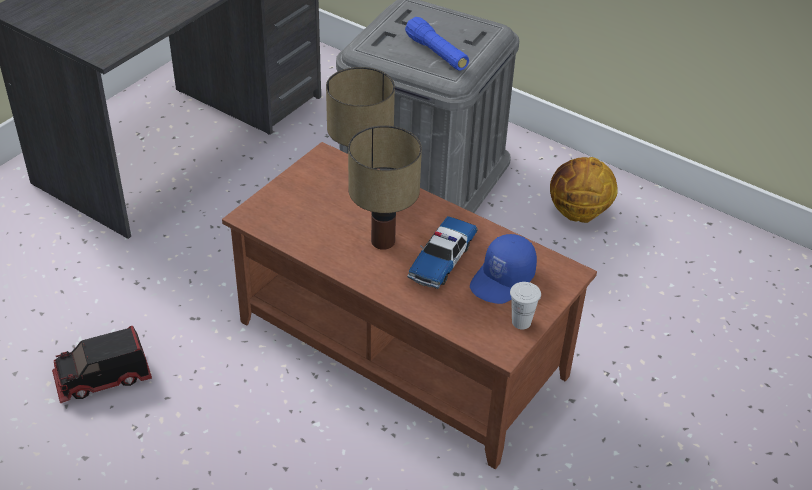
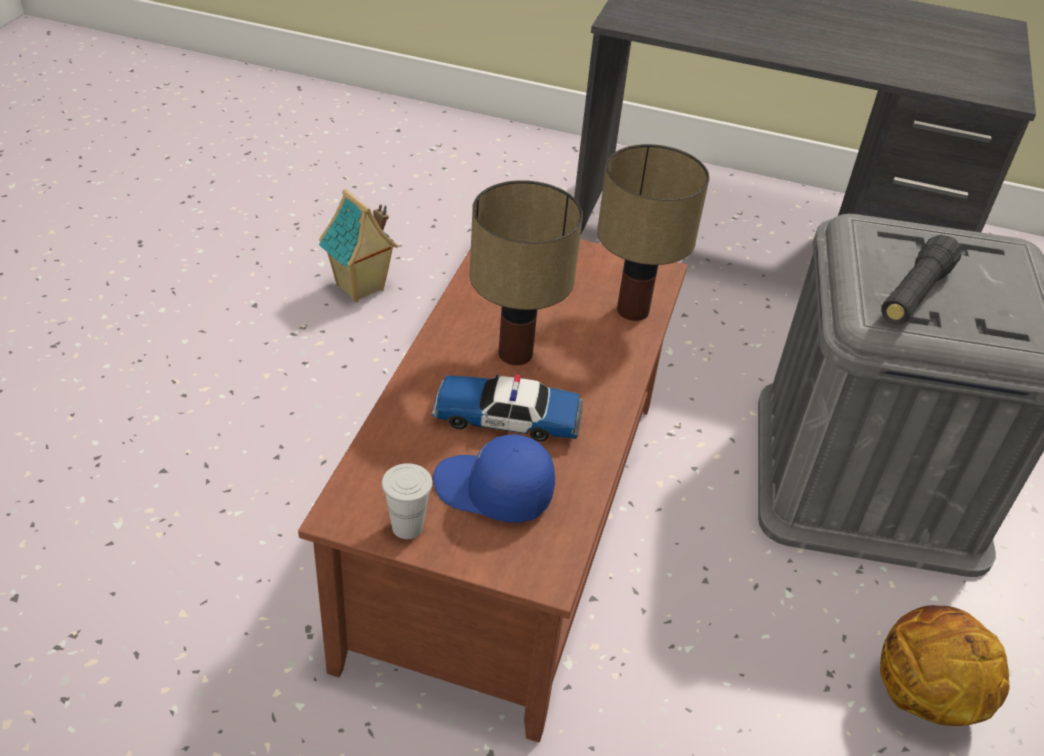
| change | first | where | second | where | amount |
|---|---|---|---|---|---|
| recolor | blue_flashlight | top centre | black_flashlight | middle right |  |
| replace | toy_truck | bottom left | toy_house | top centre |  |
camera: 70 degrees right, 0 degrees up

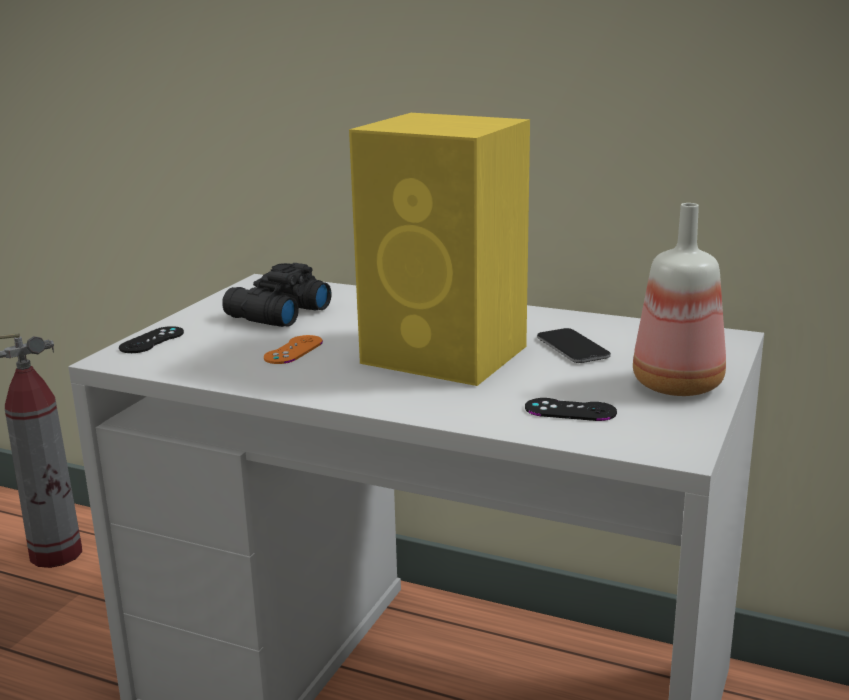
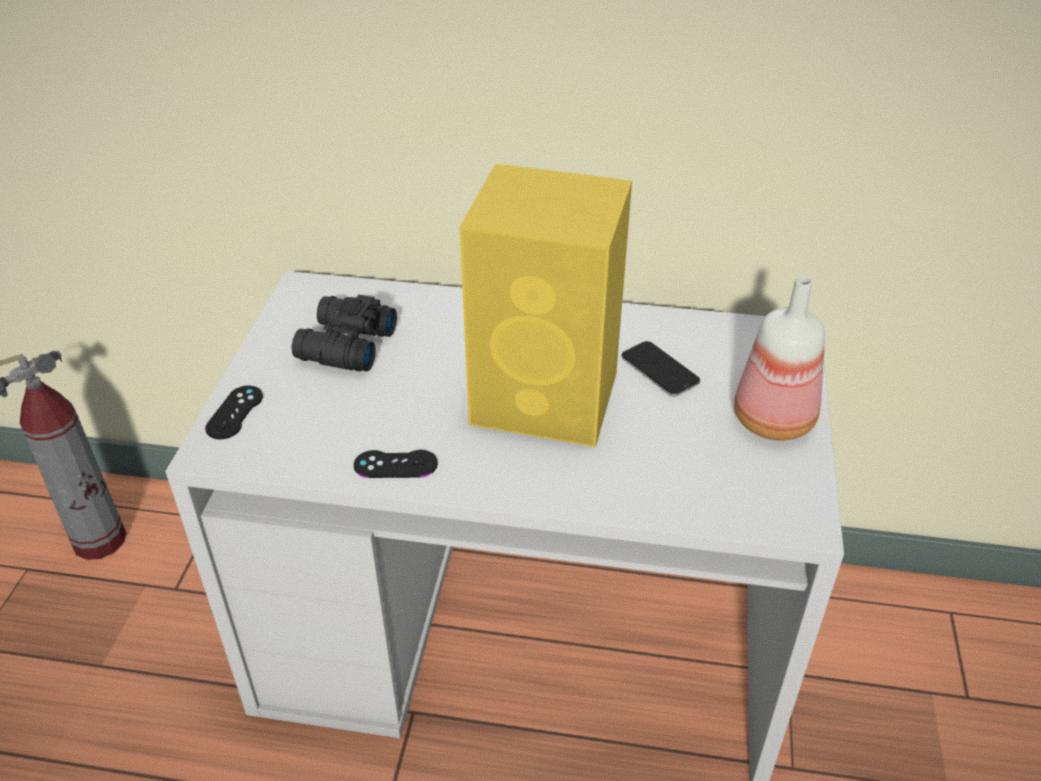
| change | first | where | second | where | amount |
|---|---|---|---|---|---|
| delete | orange_game_controller | centre |  |  |  |
| move | black_game_controller (2nd from left) | middle right |  | centre |  |
camera: 15 degrees left, 20 degrees up

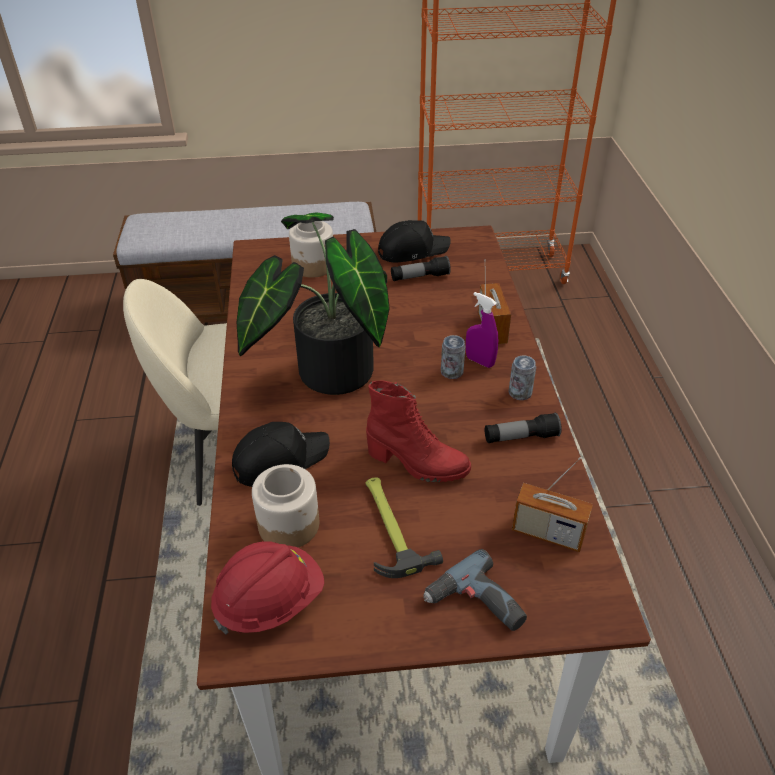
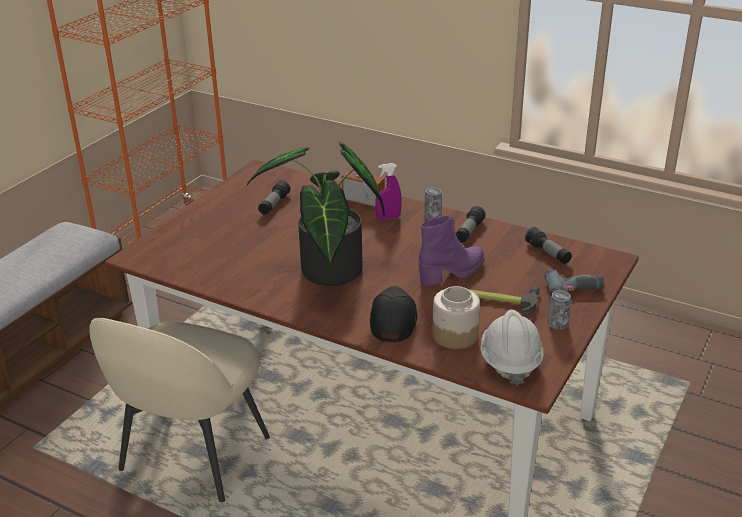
| change | first | where | second | where | amount |
|---|---|---|---|---|---|
| delete | black_cap (2nd from left) | top centre |  |  |  |
| delete | jar (2nd from left) | top centre |  |  |  |
| move | can (1st from left in the first image) | centre | can (2nd from left) | middle right |  |
| recolor | red_boot | centre | purple_boot | centre |  |
| replace | radio (2nd from left) | middle right | flashlight (3rd from left) | middle right |  |
| recolor | red_hard_hat | bottom centre | white_hard_hat | bottom right |  |
camera: 55 degrees left, 10 degrees down

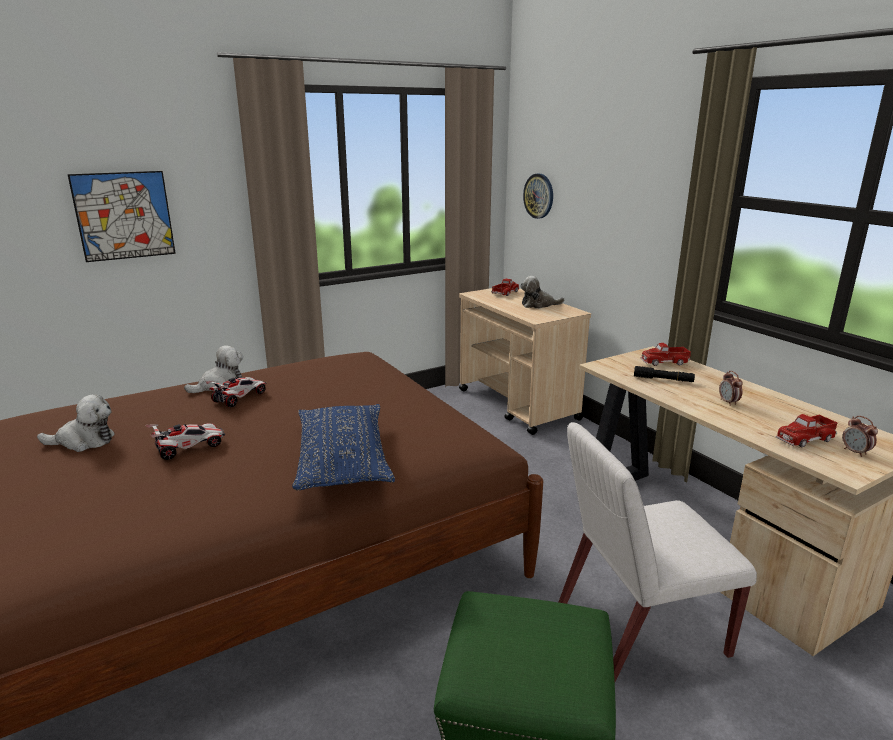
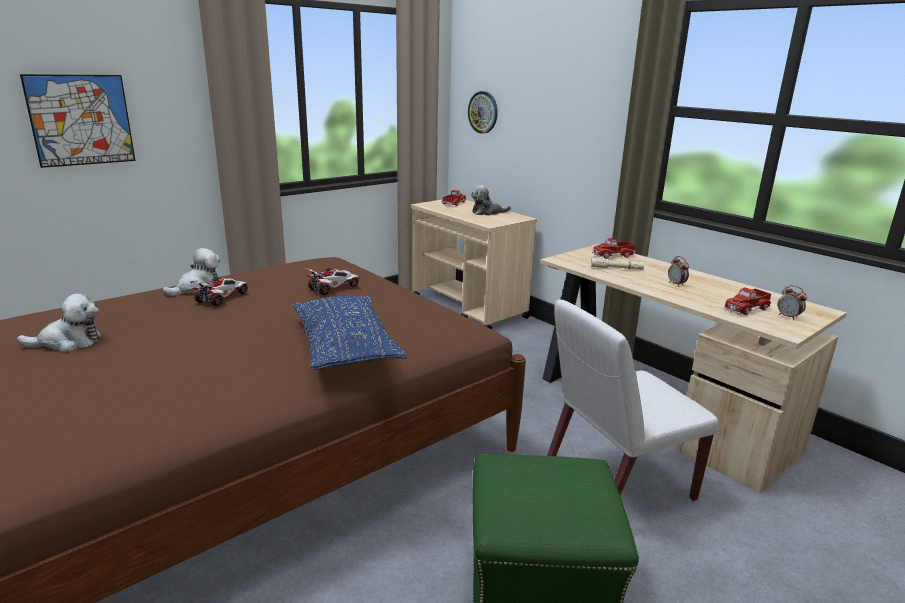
| change | first | where | second | where | amount |
|---|---|---|---|---|---|
| recolor | black_flashlight | middle right | beige_flashlight | middle right |  |
| move | toy_car (1st from left in the first image) | middle left | toy_car (2nd from left) | centre |  |
camera: 10 degrees left, 0 degrees up

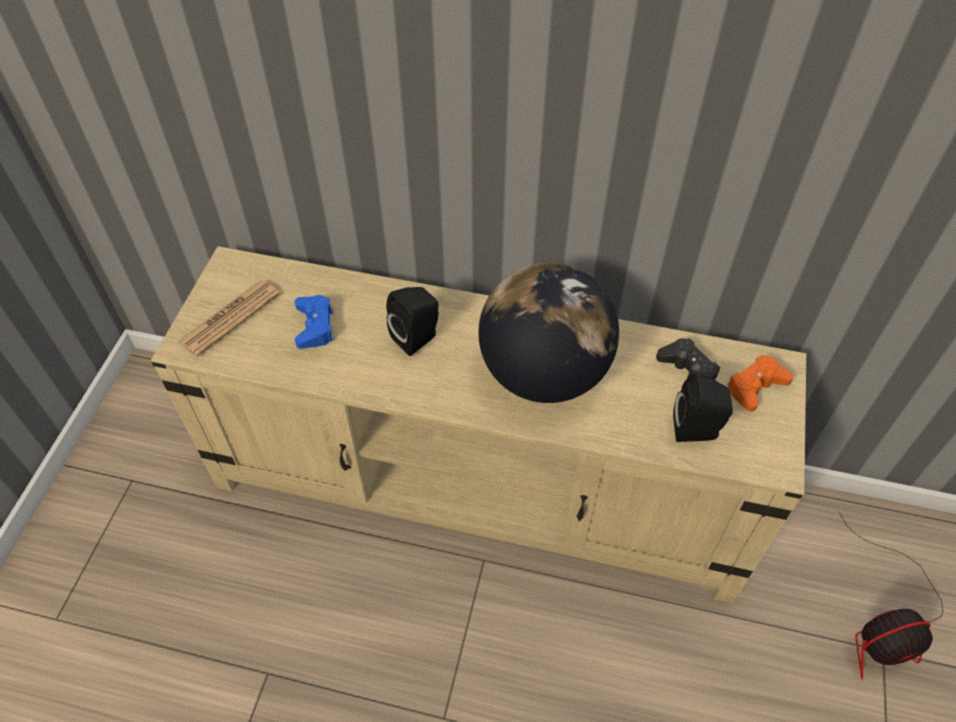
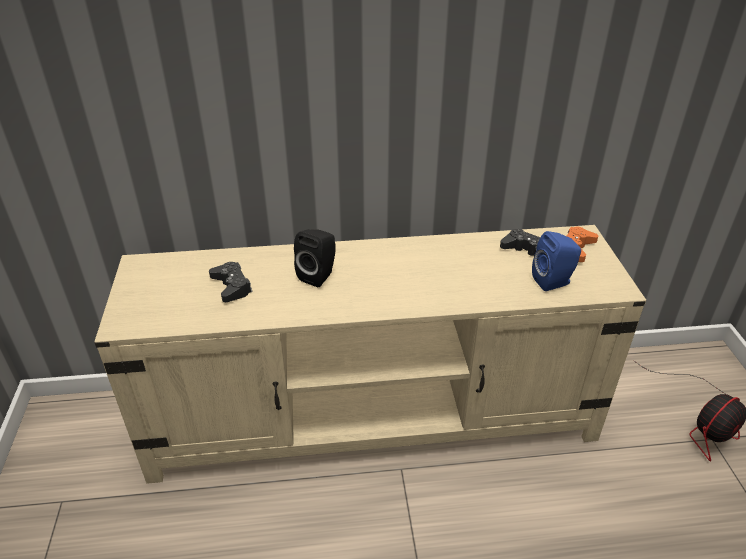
| change | first | where | second | where | amount |
|---|---|---|---|---|---|
| delete | globe | centre |  |  |  |
| delete | newspaper | middle left |  |  |  |
| recolor | blue_game_controller | middle left | black_game_controller (1st from left) | middle left |  |
| recolor | black_speaker (2nd from left) | middle right | blue_speaker | middle right |  |
camera: 20 degrees left, 15 degrees down

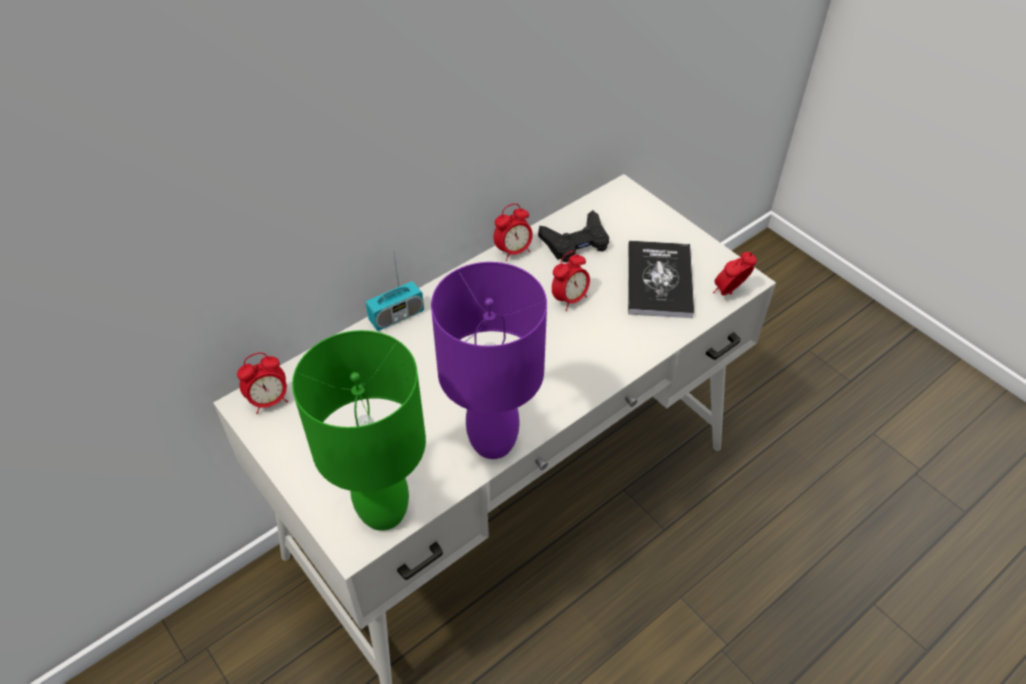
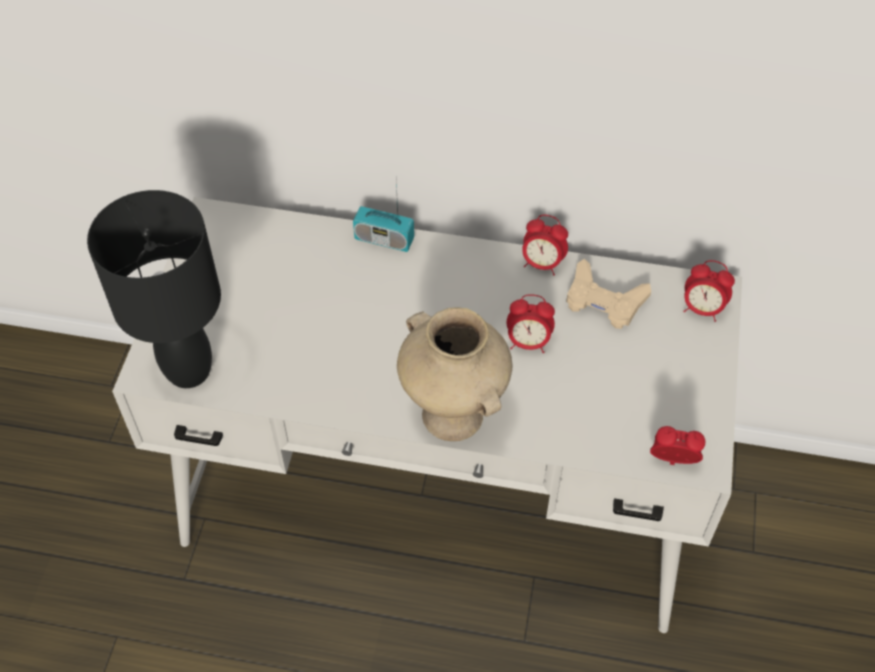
| change | first | where | second | where | amount |
|---|---|---|---|---|---|
| recolor | black_game_controller | centre | beige_game_controller | middle right |  |
| delete | book | centre |  |  |  |
| delete | purple_table_lamp | centre |  |  |  |
| recolor | green_table_lamp | centre | black_table_lamp | middle left |  |
| move | alarm_clock (1st from left in the first image) | middle left | alarm_clock (4th from left) | middle right |  |
| insert |  |  | beige_vase | centre |  |
camera: 50 degrees right, 5 degrees up

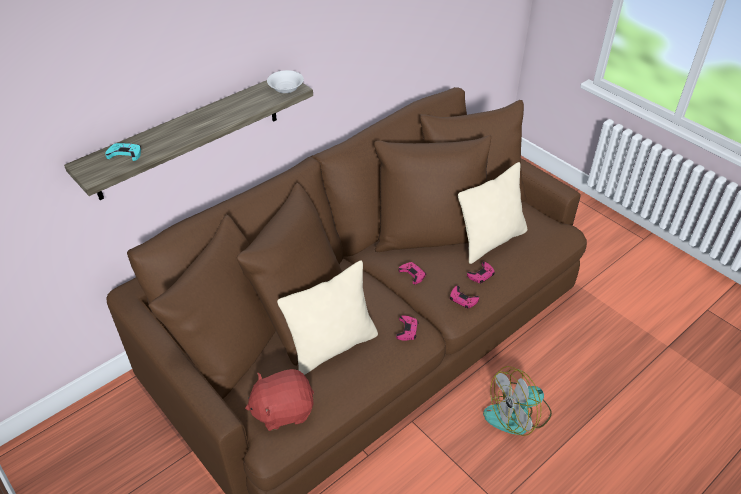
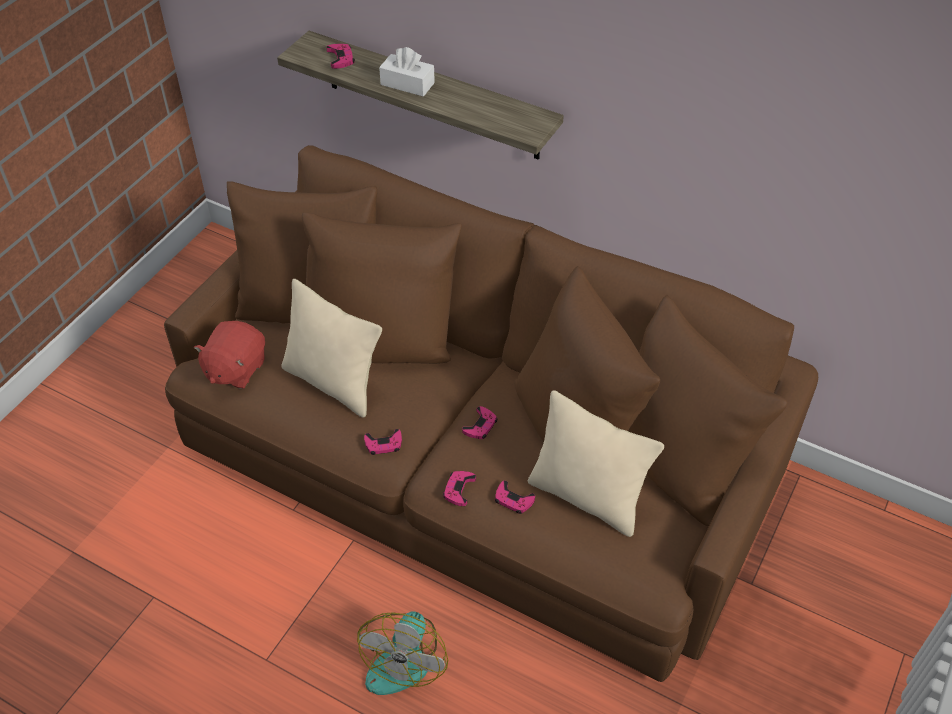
| change | first | where | second | where | amount |
|---|---|---|---|---|---|
| delete | white_bowl | top centre |  |  |  |
| recolor | turquoise_game_controller | top left | pink_game_controller (1st from left) | top centre |  |
| rotate | fan | bottom right |  | bottom centre | 120 degrees counterclockwise |
| rotate | red_plush_toy | bottom centre |  | middle left | 120 degrees counterclockwise |
| insert |  |  | white_tissue_box | top centre |  |
camera: 70 degrees right, 5 degrees up

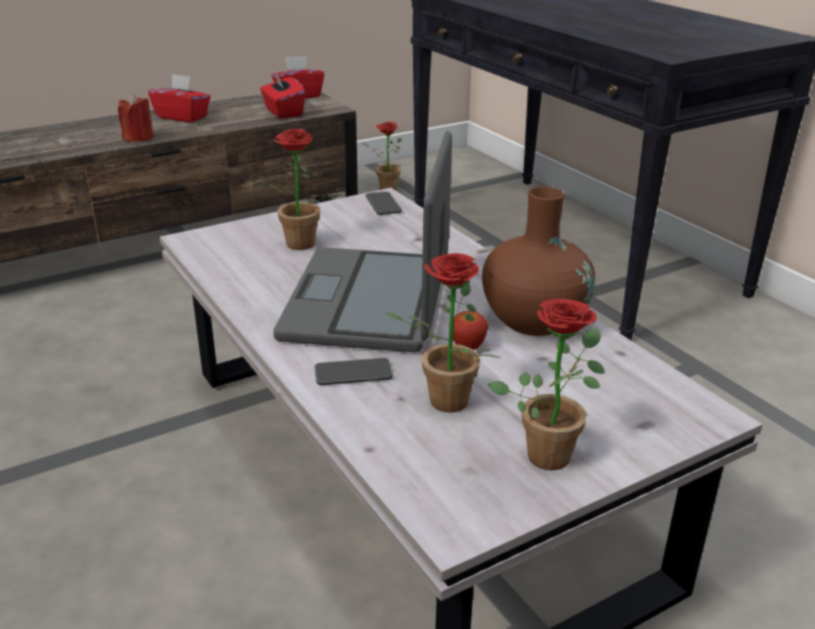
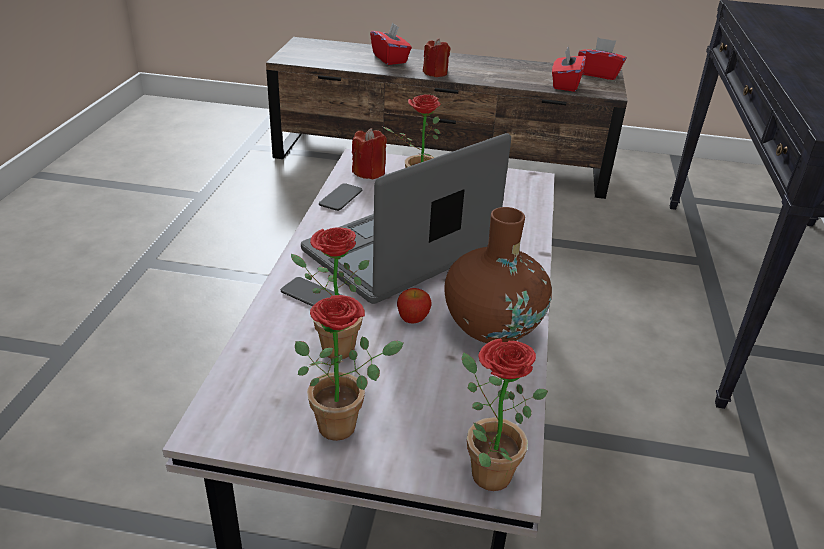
| change | first | where | second | where | amount |
|---|---|---|---|---|---|
| move | red_tissue_box (1st from left) | top left |  | top centre |  |
| move | potted_plant (2nd from left in the first image) | top centre | potted_plant (4th from left) | bottom centre |  |
| move | phone (2nd from left) | top centre |  | centre |  |
| insert |  |  | red_candle (1st from left) | top centre |  |
camera: 40 degrees right, 5 degrees up

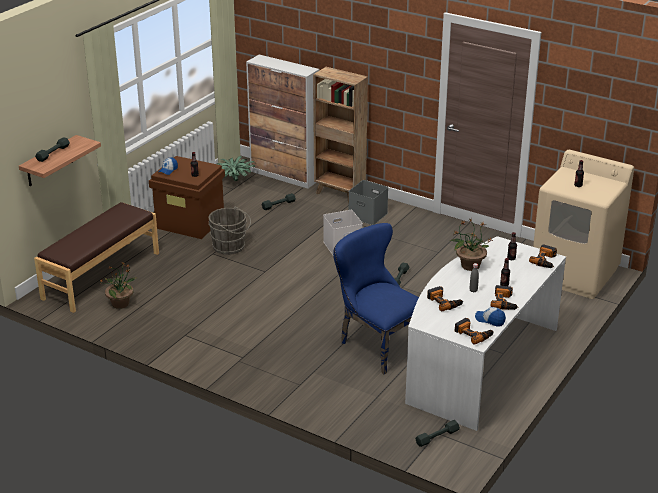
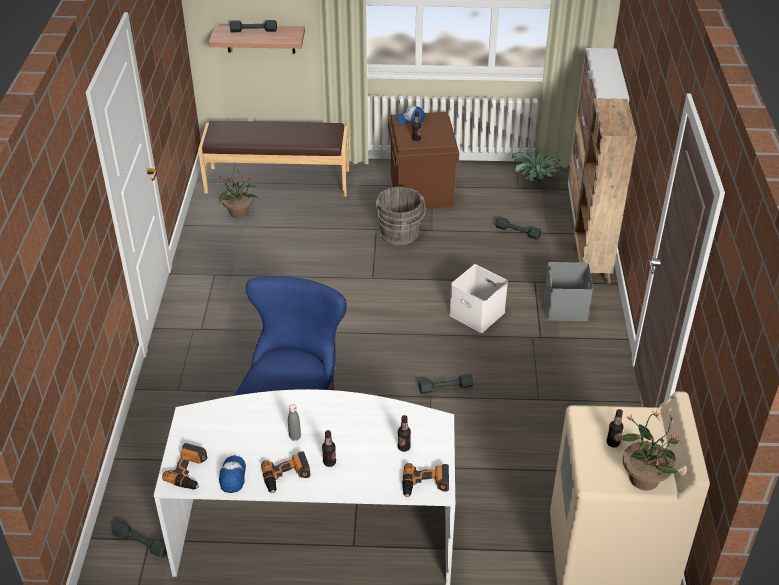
| change | first | where | second | where | amount |
|---|---|---|---|---|---|
| move | potted_plant (3rd from left) | middle right |  | bottom right |  |
| delete | power_drill (1st from left) | middle right |  |  |  |
camera: 60 degrees right, 10 degrees up

